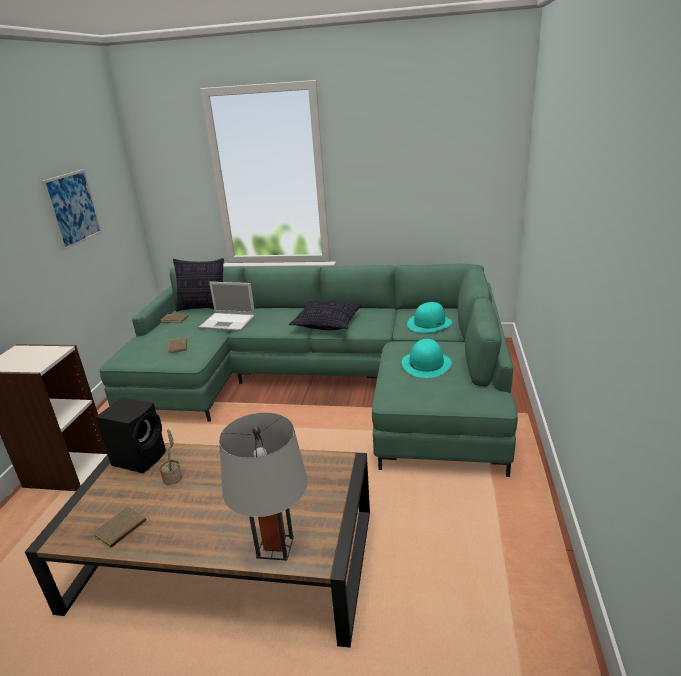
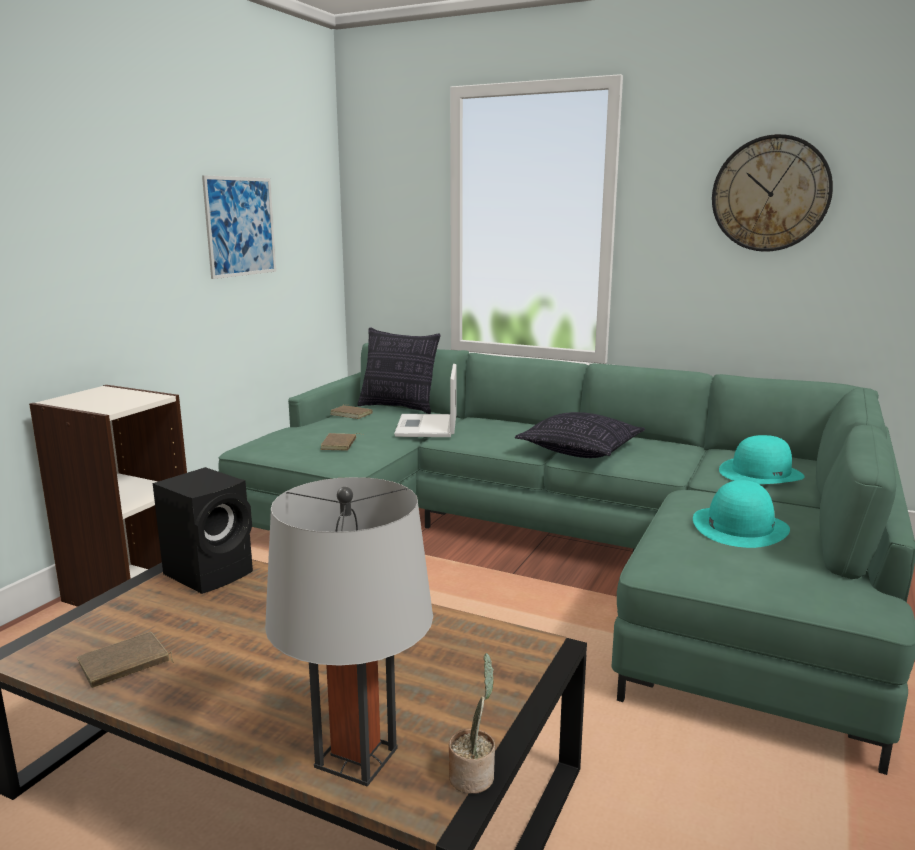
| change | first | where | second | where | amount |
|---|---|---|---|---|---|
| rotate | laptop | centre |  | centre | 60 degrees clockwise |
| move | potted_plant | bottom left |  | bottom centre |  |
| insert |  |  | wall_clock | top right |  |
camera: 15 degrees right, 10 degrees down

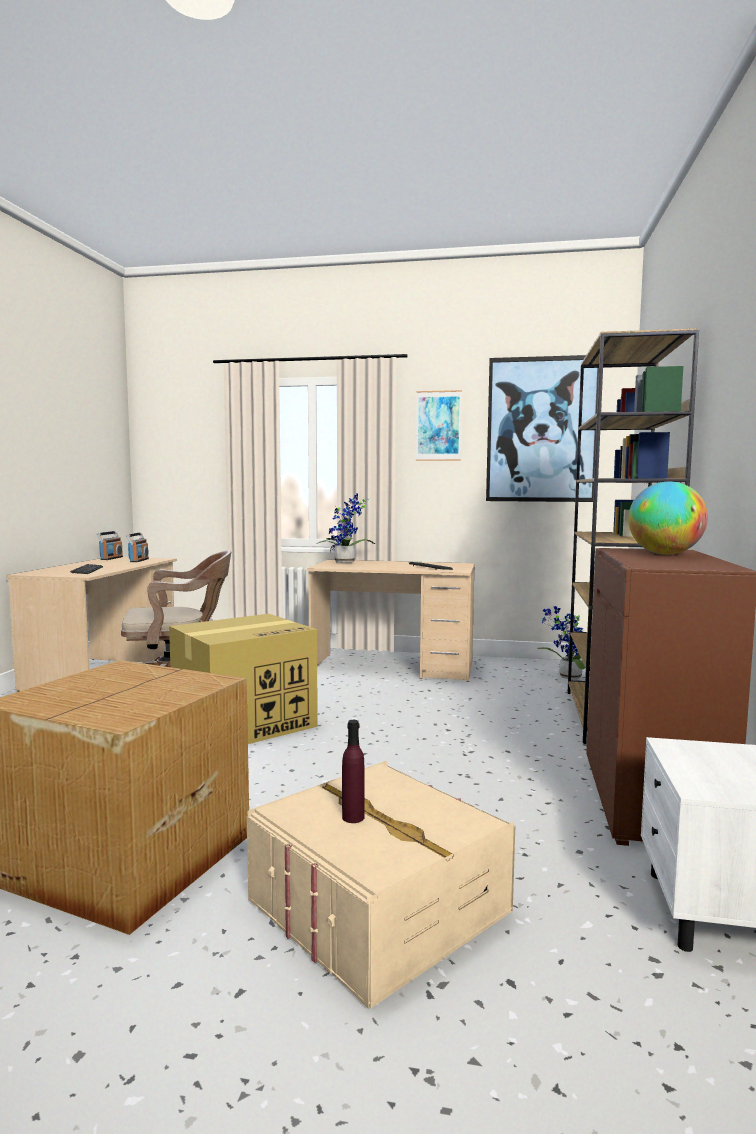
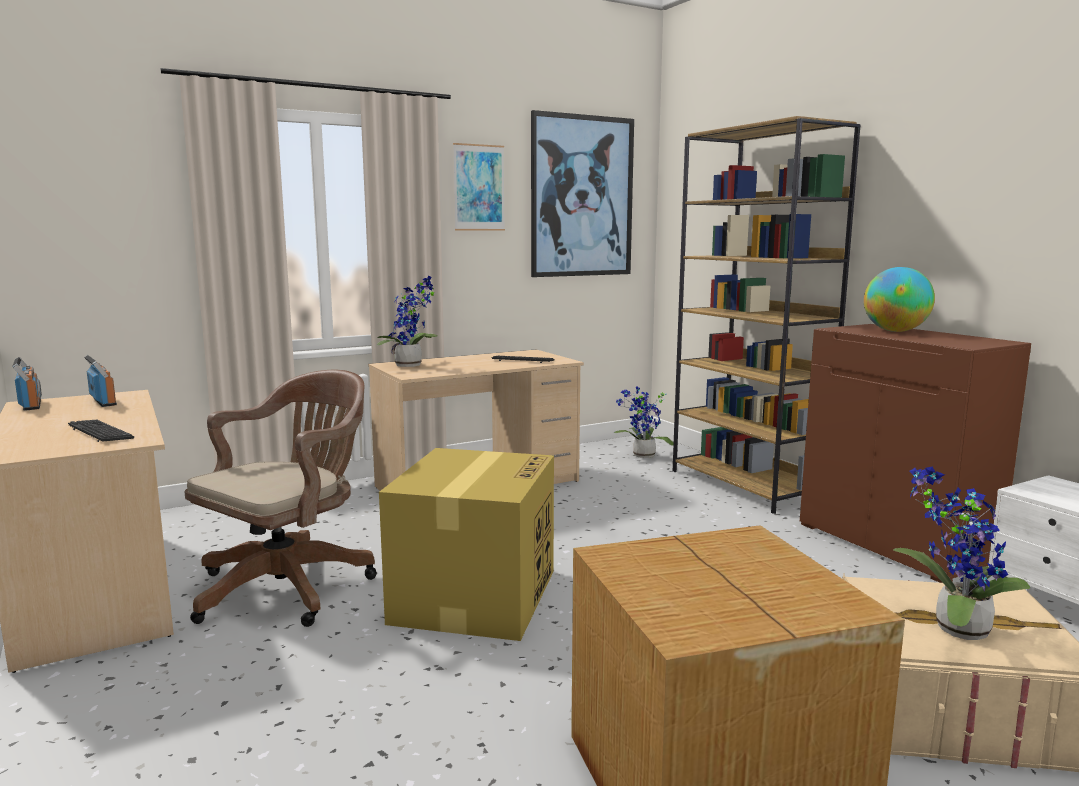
| change | first | where | second | where | amount |
|---|---|---|---|---|---|
| replace | purple_bottle | bottom centre | potted_plant (3rd from left) | bottom right |  |
camera: 40 degrees left, 5 degrees up

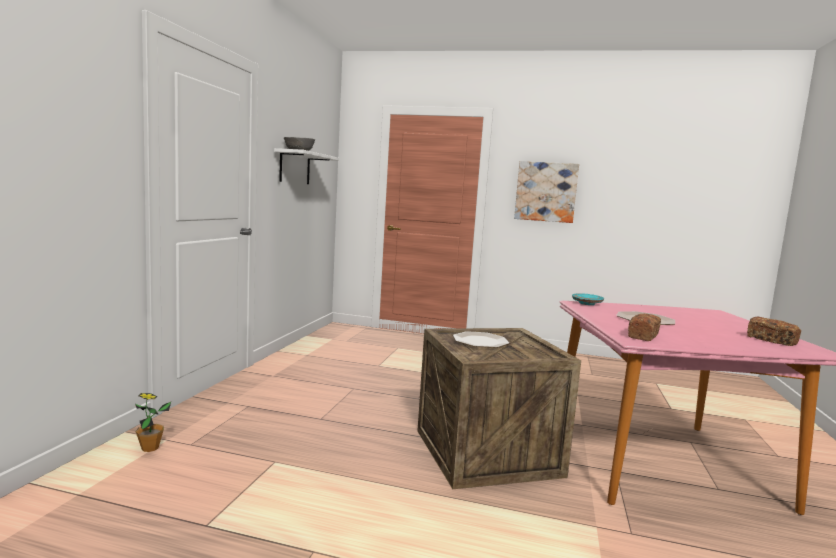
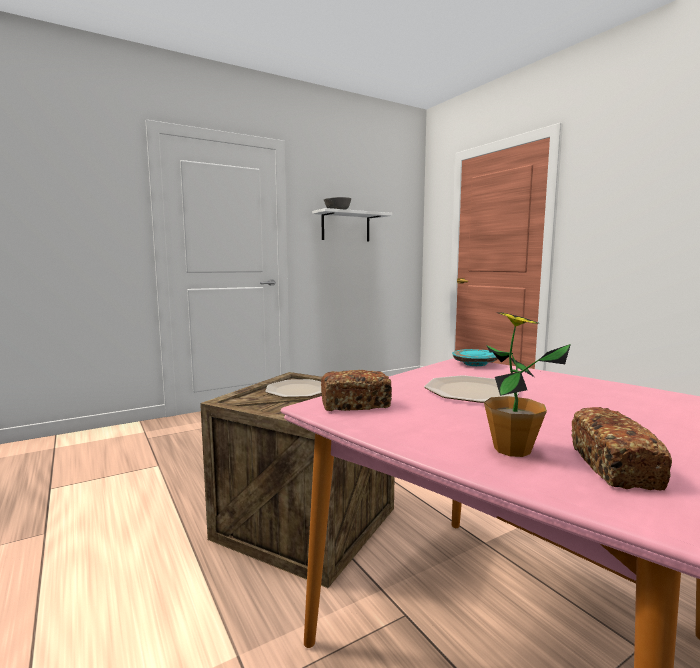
| change | first | where | second | where | amount |
|---|---|---|---|---|---|
| delete | picture | centre |  |  |  |
| move | potted_plant | bottom left |  | middle right |  |
camera: 45 degrees right, 0 degrees up

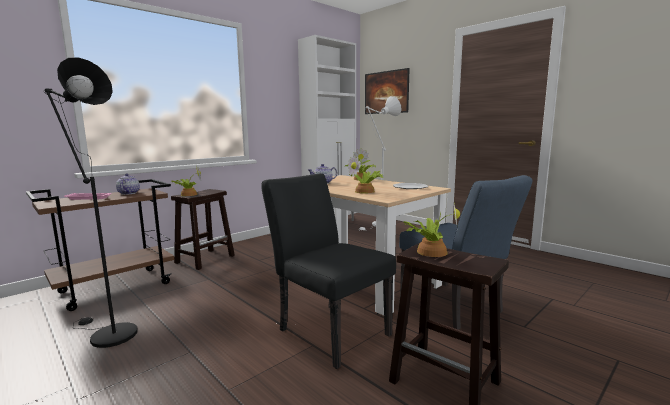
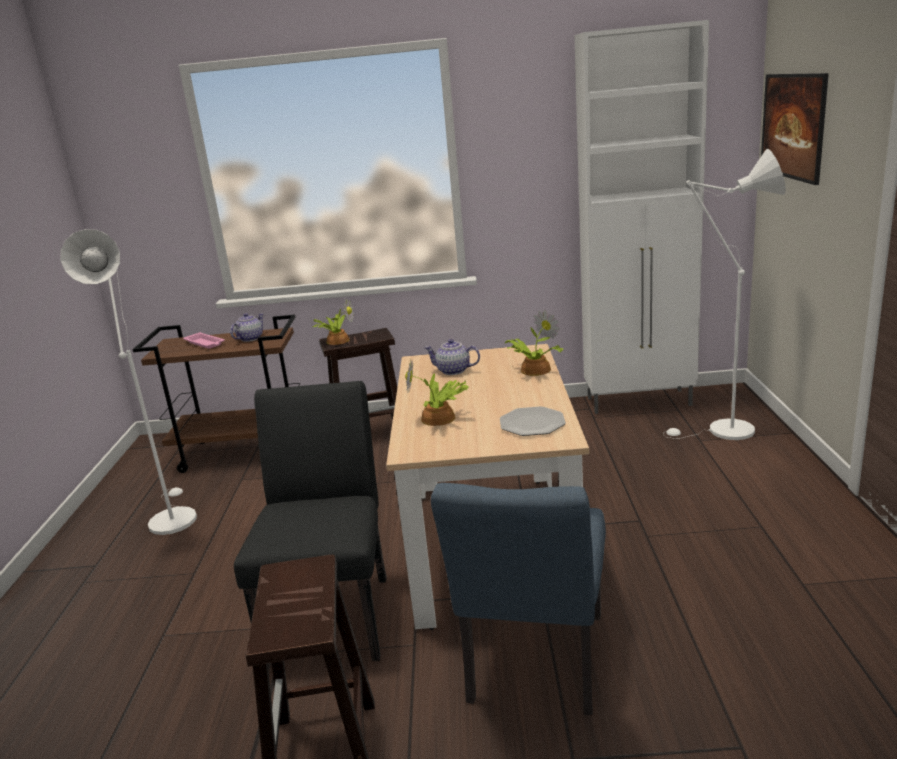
| change | first | where | second | where | amount |
|---|---|---|---|---|---|
| recolor | black_floor_lamp | middle left | white_floor_lamp (1st from left) | middle left |  |
| delete | potted_plant (4th from left) | centre |  |  |  |
camera: 45 degrees right, 10 degrees up

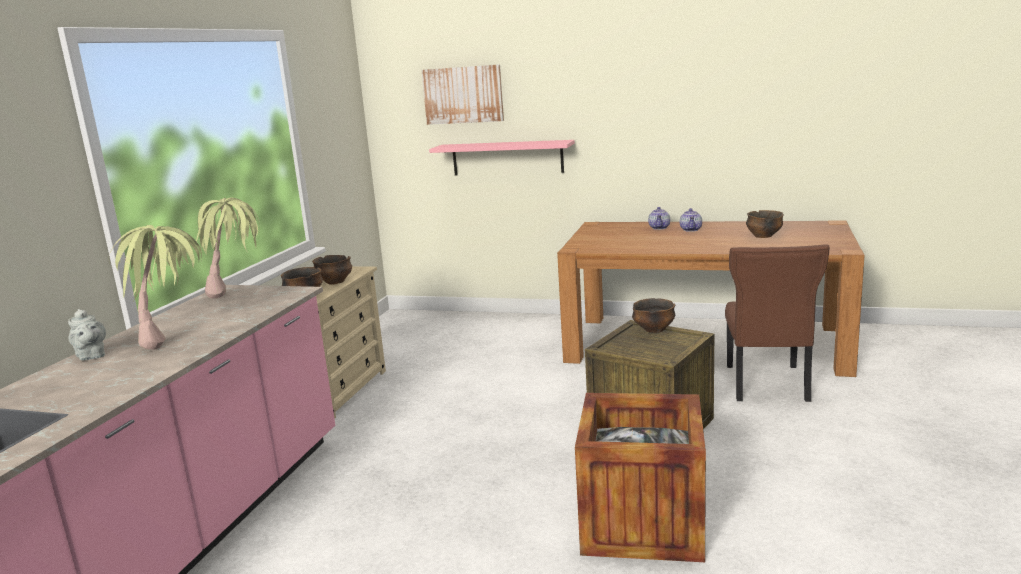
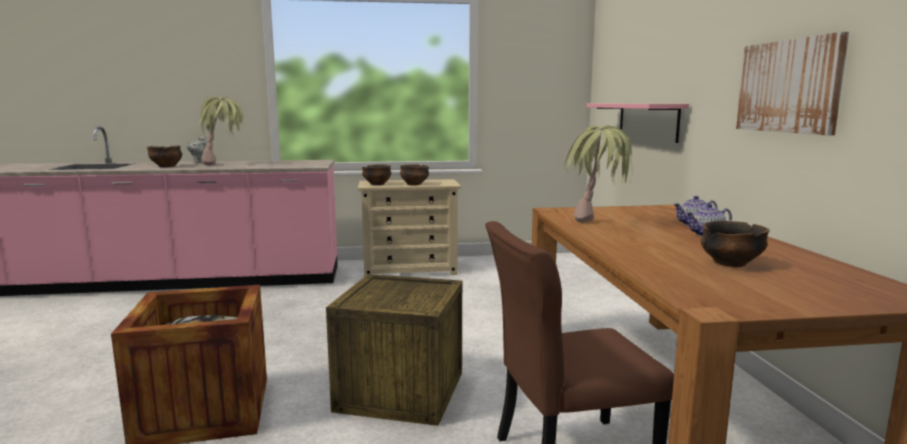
| change | first | where | second | where | amount |
|---|---|---|---|---|---|
| move | picture | top centre |  | top right |  |
| move | potted_plant (2nd from left) | middle left |  | centre |  |
| move | bowl (3rd from left in the first image) | centre | bowl (1st from left) | middle left |  |
camera: 65 degrees right, 5 degrees down

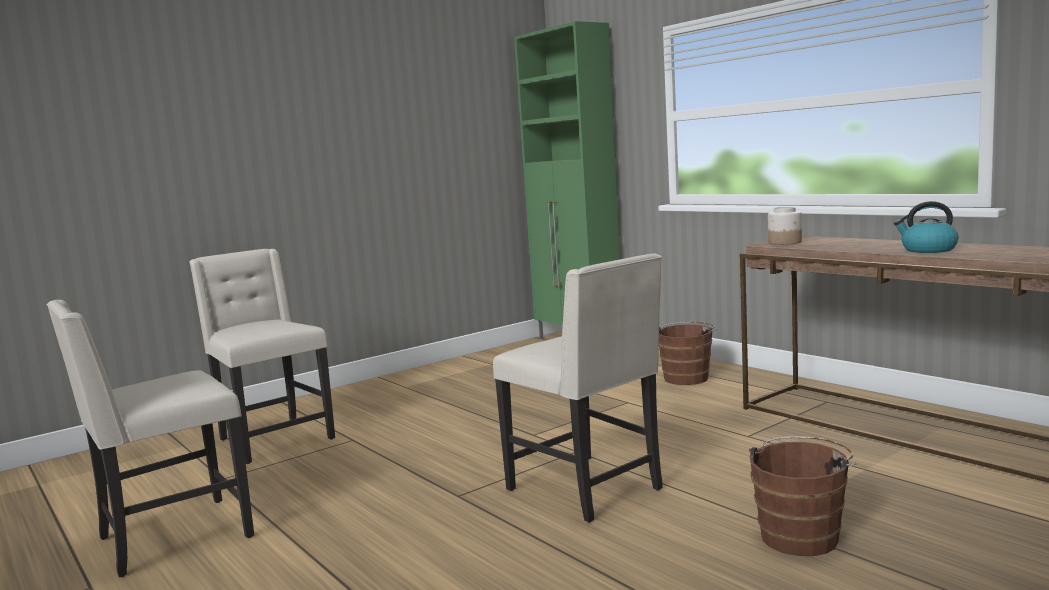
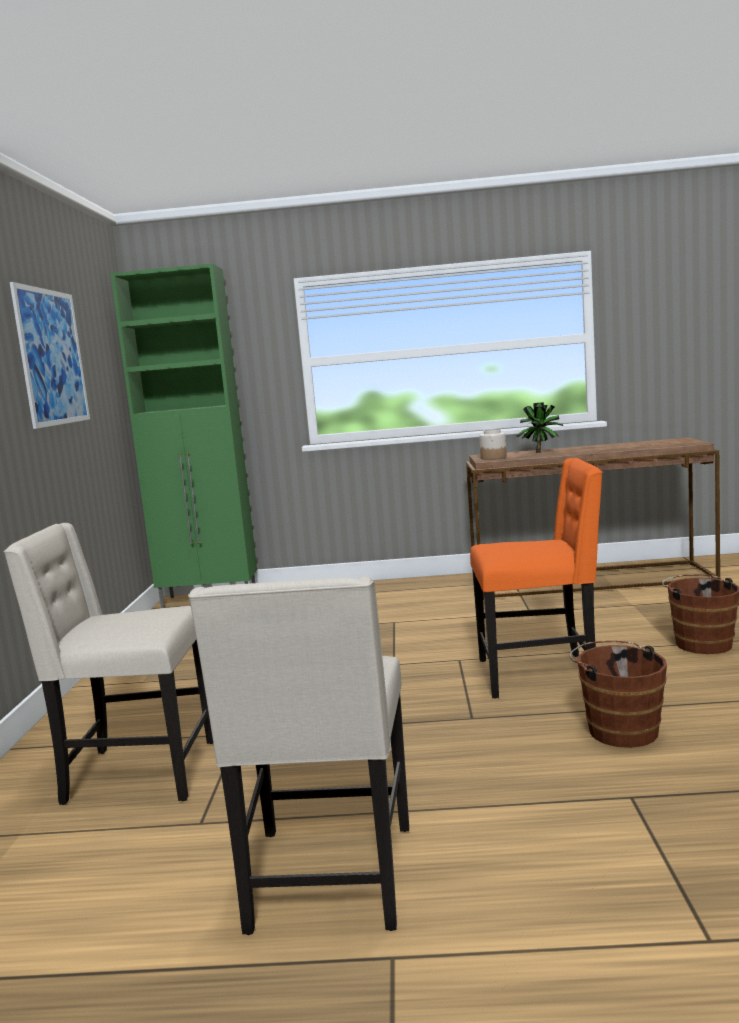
| change | first | where | second | where | amount |
|---|---|---|---|---|---|
| delete | kettle | middle right |  |  |  |
| recolor | beige_chair (3rd from left) | centre | orange_chair | middle right |  |
| move | brown_bucket (1st from left) | centre |  | bottom right |  |
| insert |  |  | picture | middle left |  |
| insert |  |  | potted_plant | middle right |  |
camera: 50 degrees left, 0 degrees up

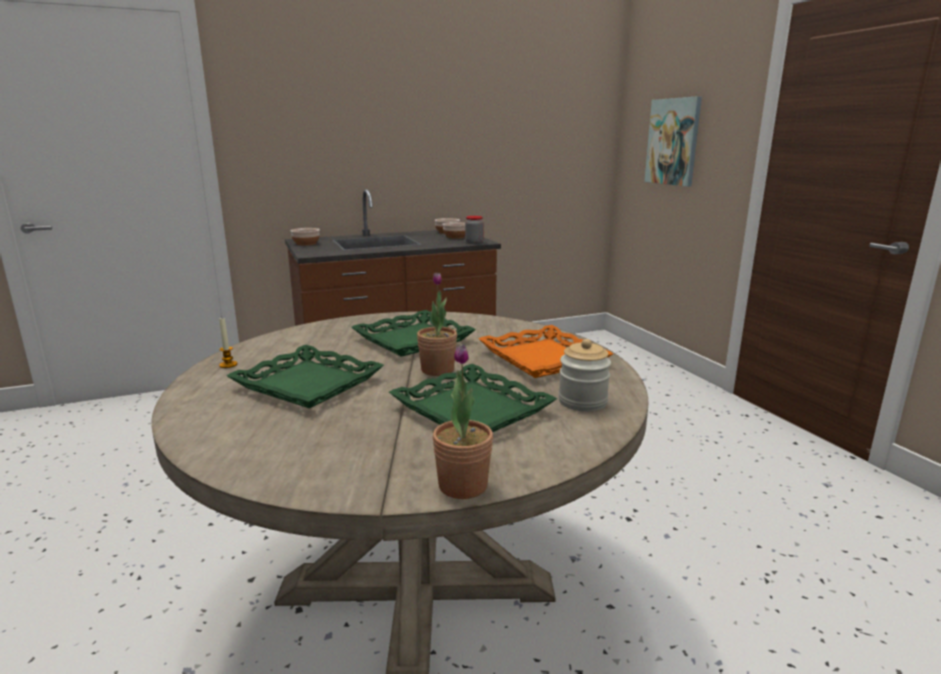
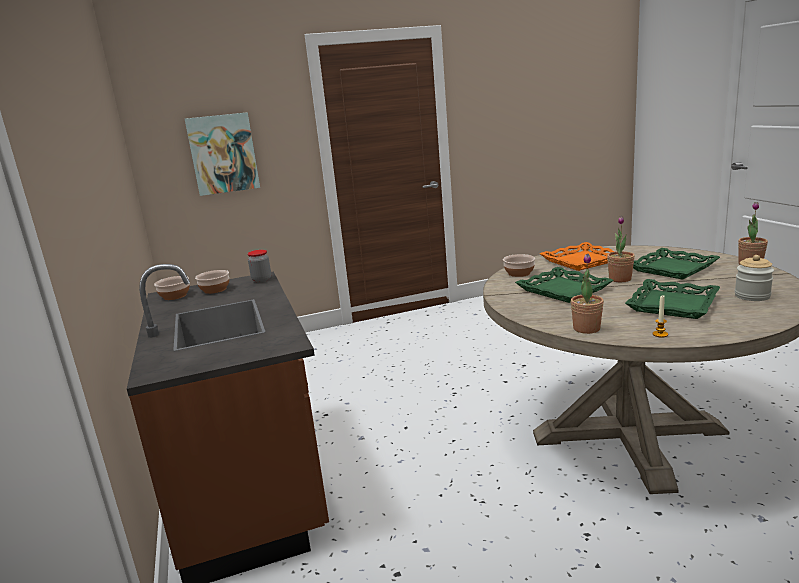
| change | first | where | second | where | amount |
|---|---|---|---|---|---|
| move | bowl (1st from left in the first image) | middle left | bowl (3rd from left) | centre |  |
| move | jar (2nd from left) | centre |  | middle right |  |
| insert |  |  | potted_plant (1st from left) | middle right |  |
camera: 85 degrees left, 0 degrees up

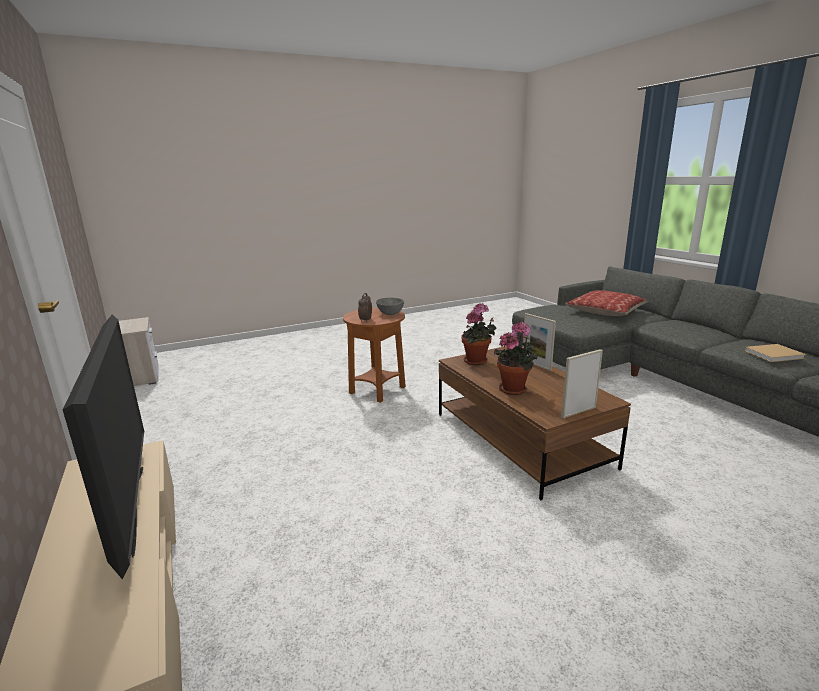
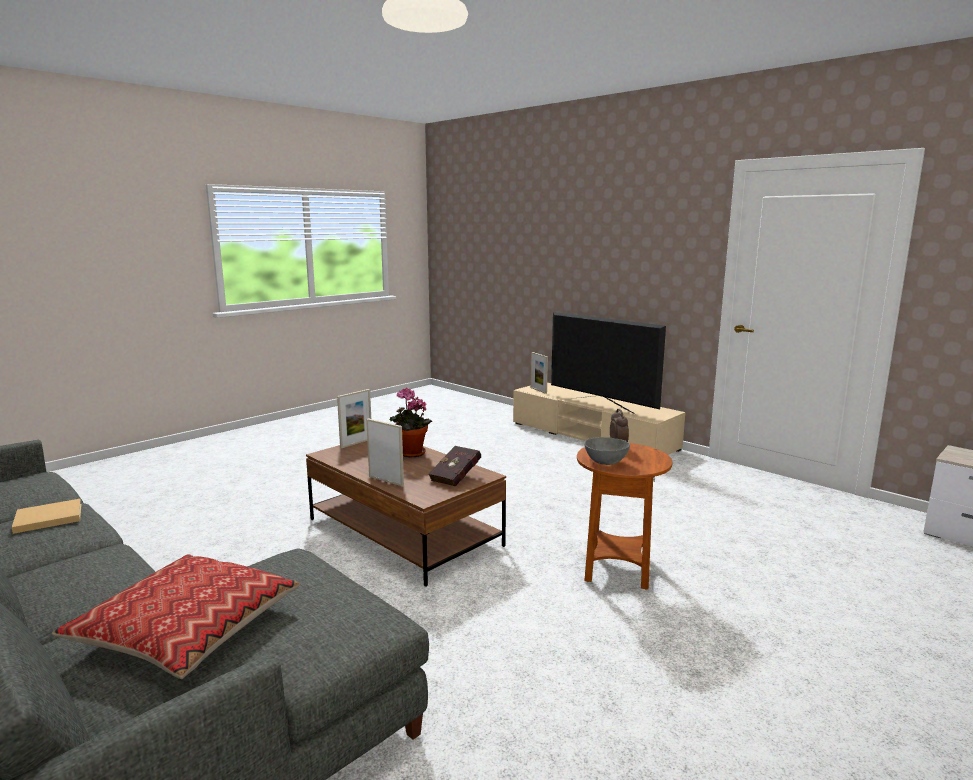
| change | first | where | second | where | amount |
|---|---|---|---|---|---|
| replace | potted_plant (1st from left) | centre | red_book | centre |  |
| insert |  |  | picture_frame (3rd from left) | centre |  |
camera: 160 degrees right, 5 degrees down

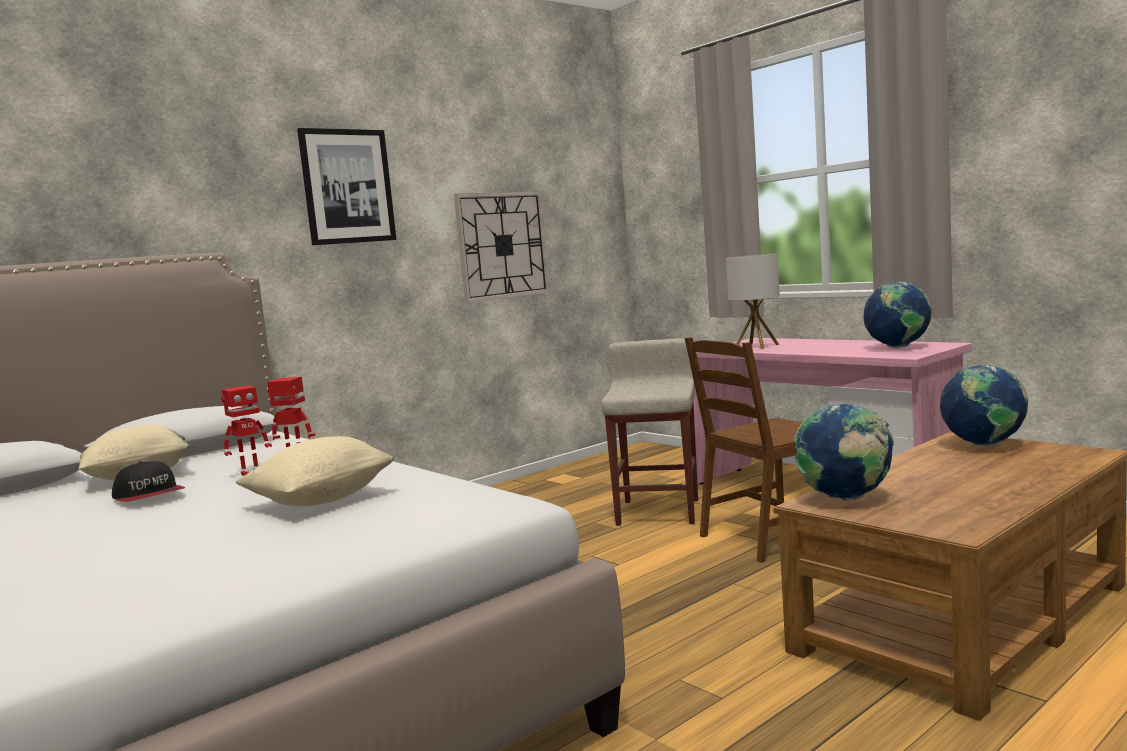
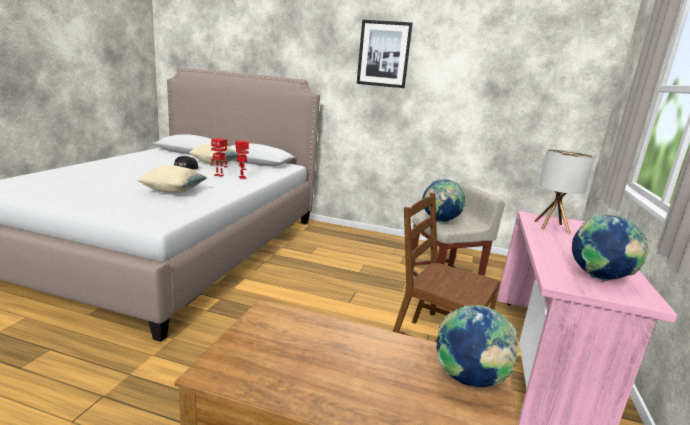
| change | first | where | second | where | amount |
|---|---|---|---|---|---|
| delete | wall_clock | top centre |  |  |  |
| move | globe (1st from left) | middle right |  | centre |  |
camera: 55 degrees right, 10 degrees up

